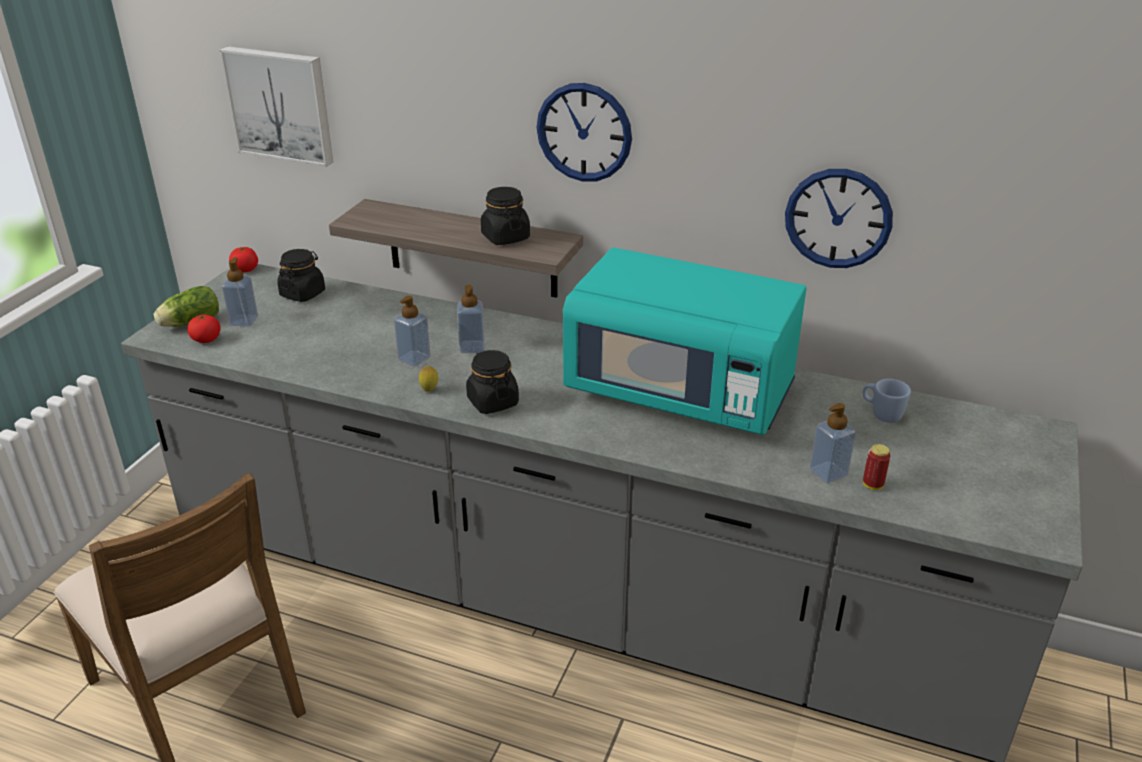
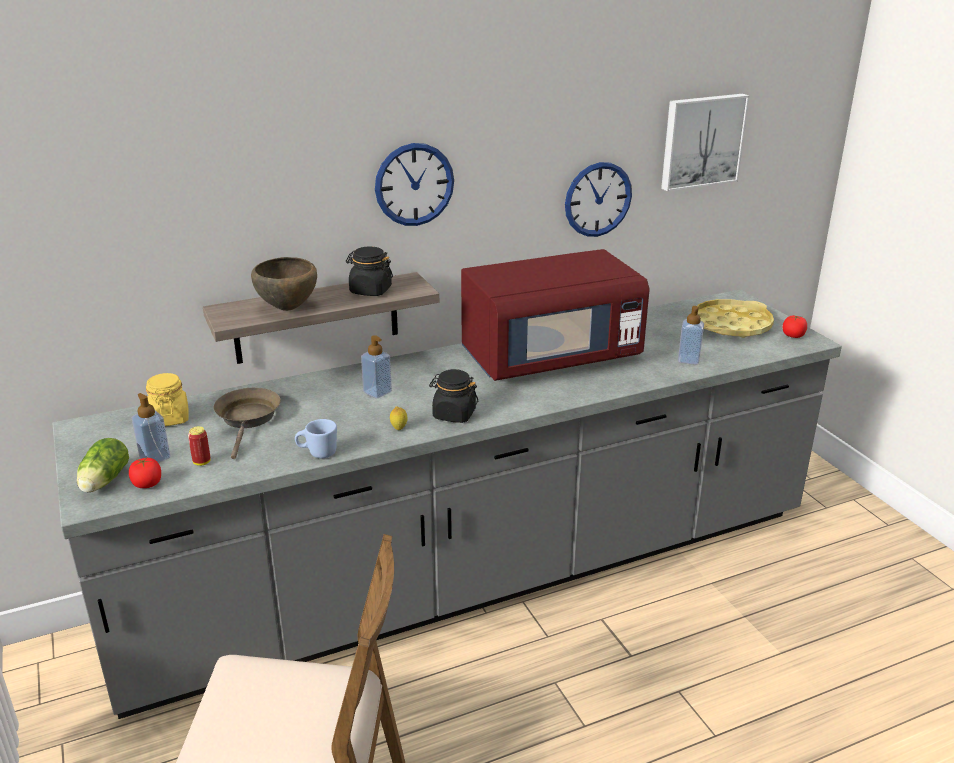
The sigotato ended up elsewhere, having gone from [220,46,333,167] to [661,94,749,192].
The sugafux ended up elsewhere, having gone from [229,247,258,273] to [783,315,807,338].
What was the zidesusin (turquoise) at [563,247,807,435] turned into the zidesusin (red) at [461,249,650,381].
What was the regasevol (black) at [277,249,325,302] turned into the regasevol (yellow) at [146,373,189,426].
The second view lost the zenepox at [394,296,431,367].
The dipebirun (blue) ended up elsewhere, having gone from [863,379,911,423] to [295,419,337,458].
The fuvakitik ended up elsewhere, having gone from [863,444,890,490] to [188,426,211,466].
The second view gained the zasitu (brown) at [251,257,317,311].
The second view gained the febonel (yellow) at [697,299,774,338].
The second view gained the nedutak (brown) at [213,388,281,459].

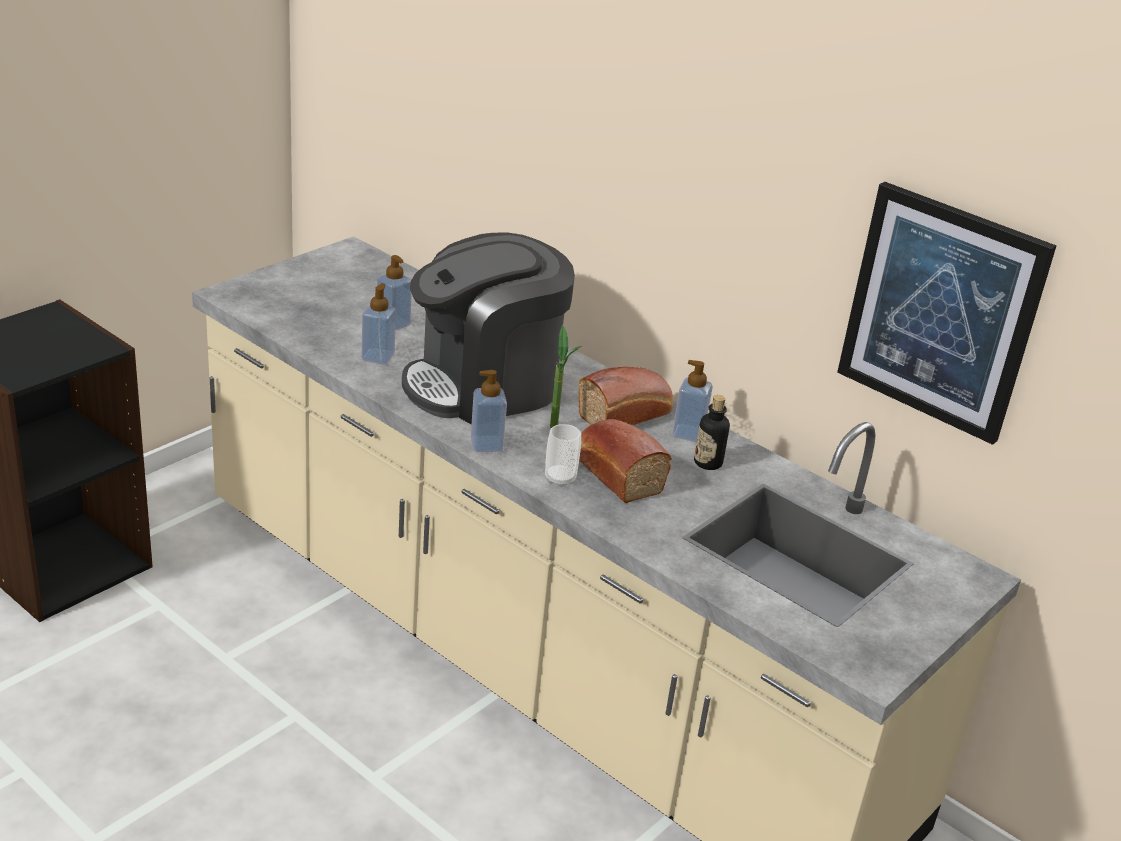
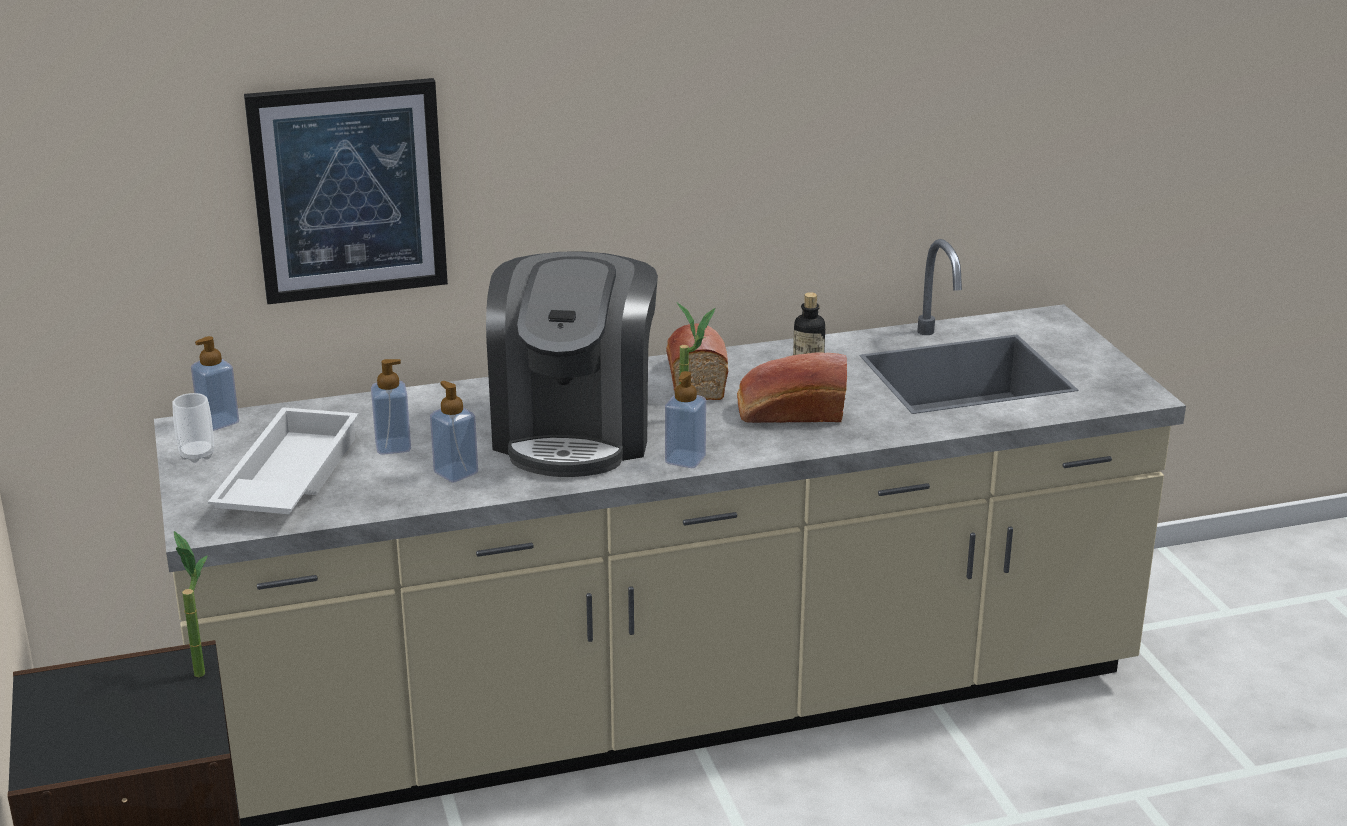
The sigotato ended up elsewhere, having gone from [837,182,1057,445] to [244,78,448,304].
The zenepox ended up elsewhere, having gone from [672,360,713,442] to [191,336,239,431].
The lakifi ended up elsewhere, having gone from [545,424,581,487] to [172,393,214,463].
The second view gained the febonel (white) at [208,407,359,514].
The second view gained the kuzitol at [174,531,208,677].

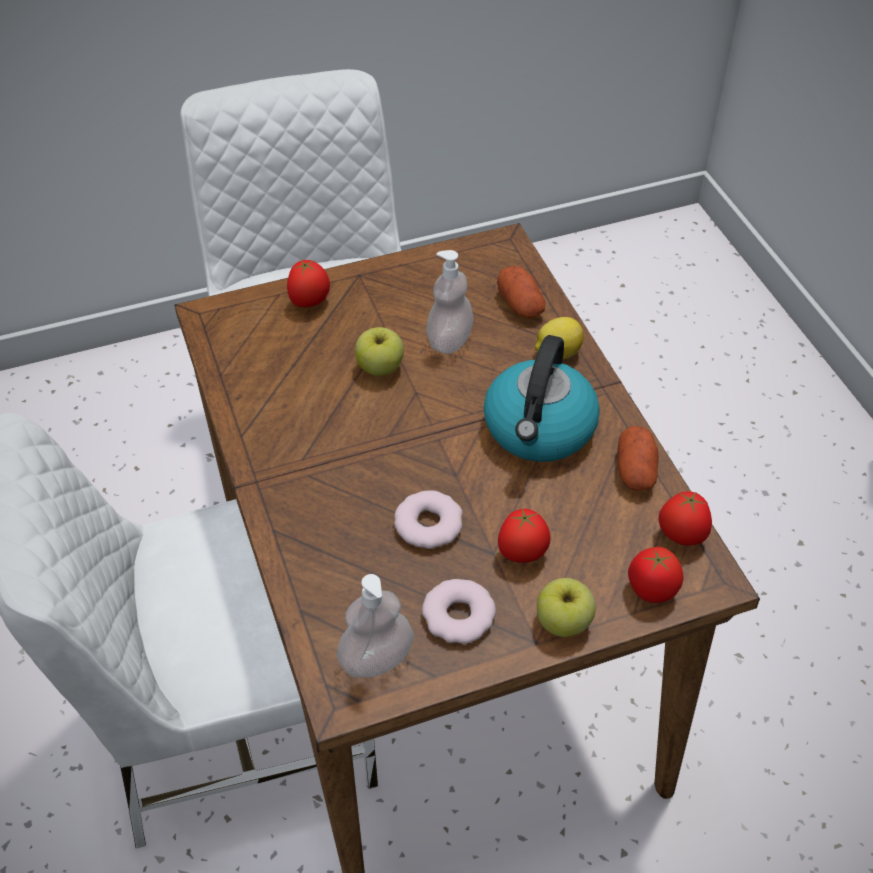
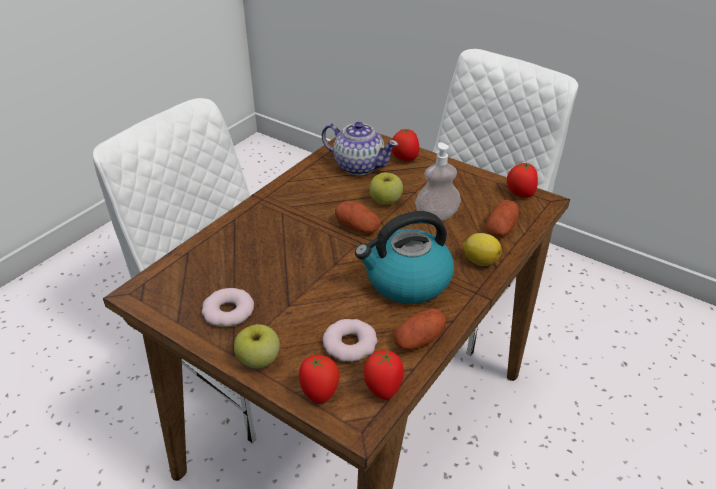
The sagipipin ended up elsewhere, having gone from [394,491,463,549] to [323,319,378,362].
The sugafux ended up elsewhere, having gone from [498,508,550,563] to [507,162,538,198].
The second view lost the zenepox at [336,574,414,678].
The second view gained the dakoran at [322,122,398,175].
The second view gained the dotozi at [335,201,381,233].

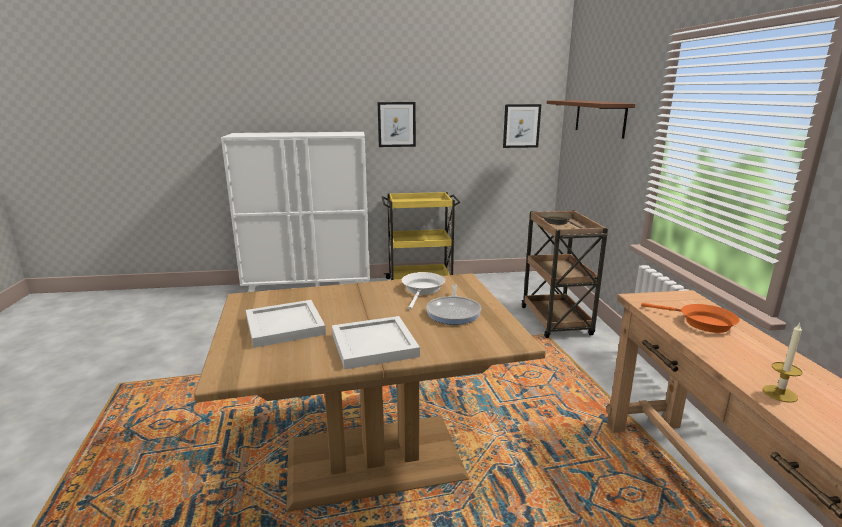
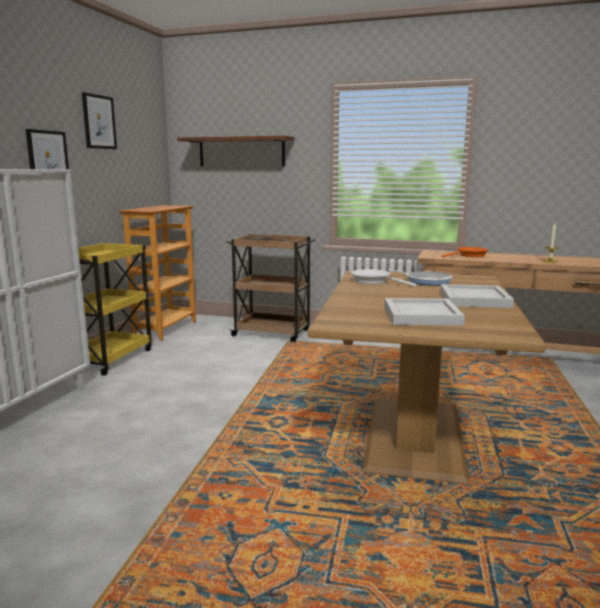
The sigotato ended up elsewhere, having gone from [503,104,541,148] to [82,92,117,149].
The second view gained the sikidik at [119,205,196,341].

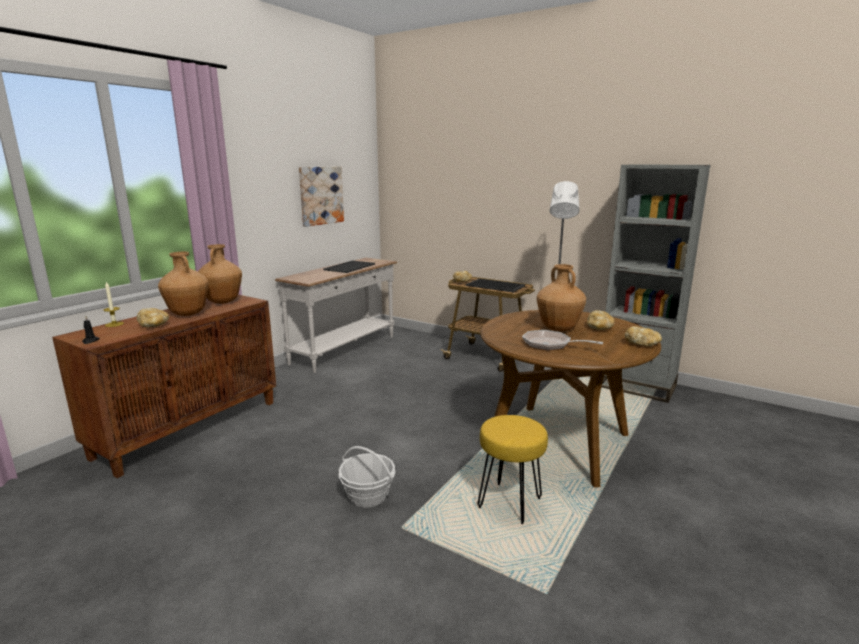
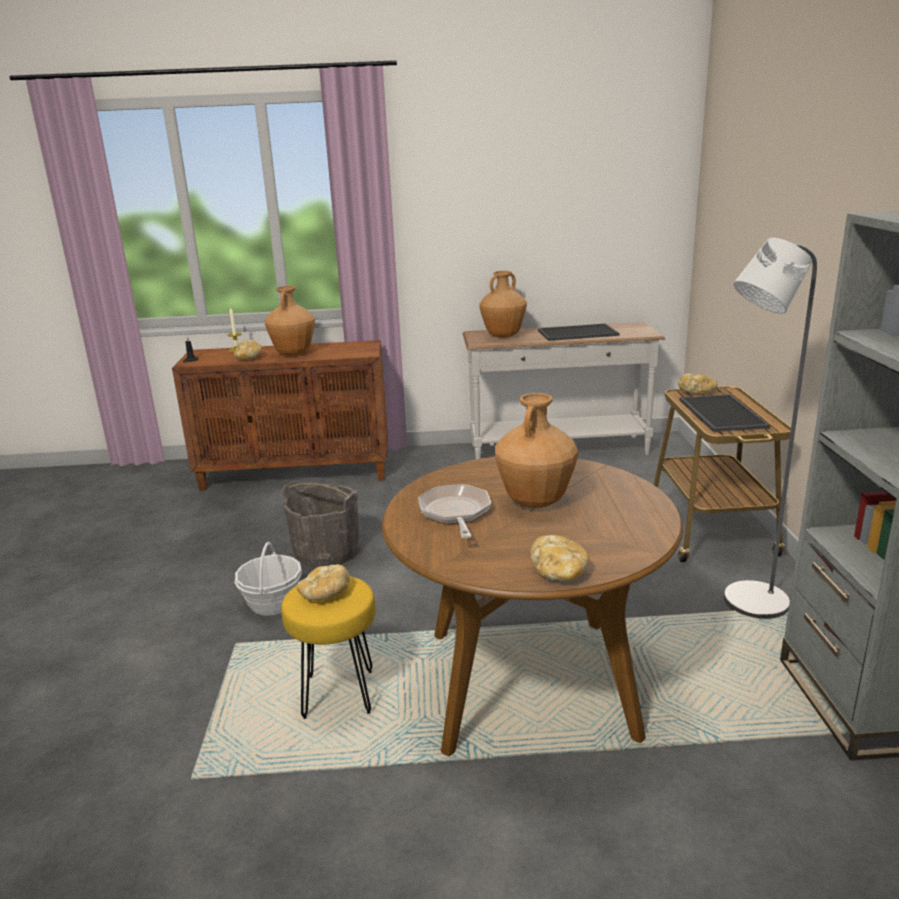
The second view lost the sigotato at [299,167,344,227].
The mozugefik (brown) ended up elsewhere, having gone from [198,244,242,304] to [479,271,527,338].
The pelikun ended up elsewhere, having gone from [587,310,615,330] to [297,564,350,601].
The second view gained the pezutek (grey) at [281,481,359,568].

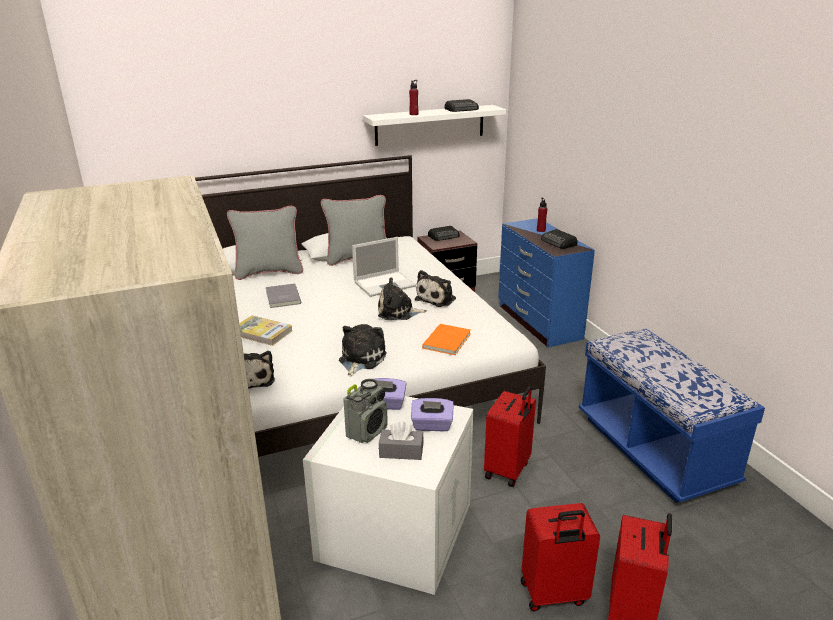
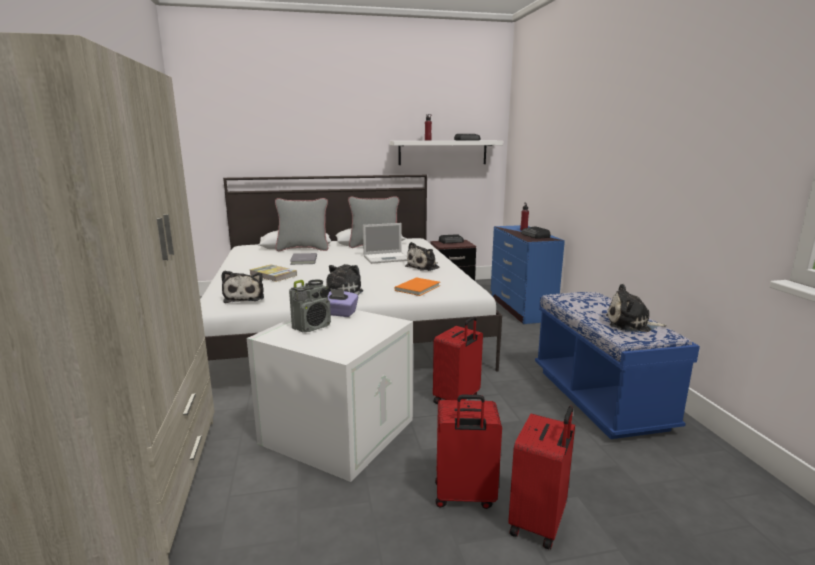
The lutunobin ended up elsewhere, having gone from [378,277,427,320] to [606,284,666,332].
The second view lost the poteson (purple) at [411,398,454,431].
The second view lost the poteson (grey) at [379,421,424,460].

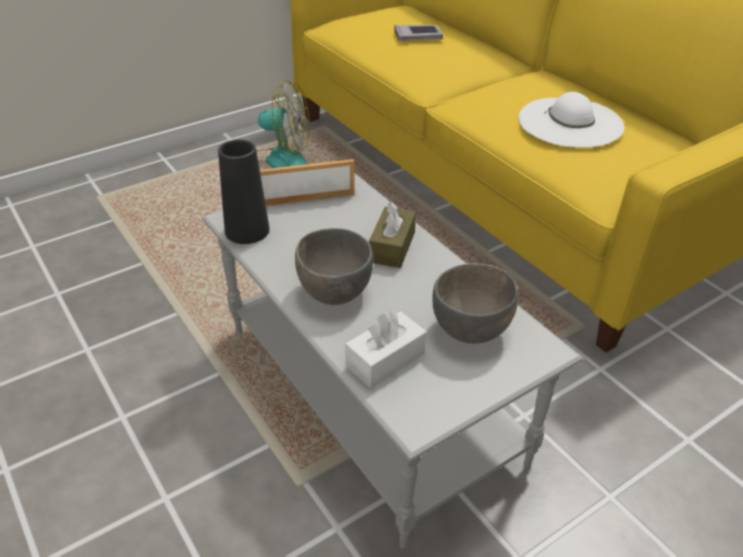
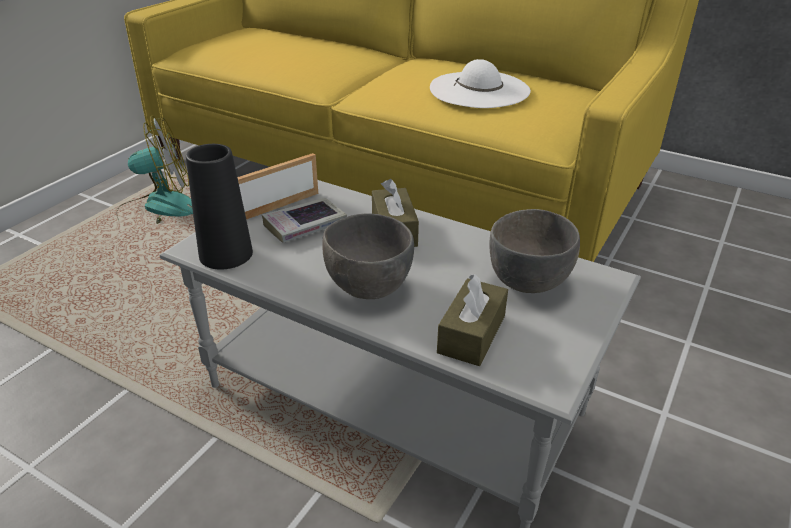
The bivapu ended up elsewhere, having gone from [394,25,443,41] to [262,198,347,243].
What was the poteson (white) at [345,310,427,388] turned into the poteson (brown) at [437,274,508,366].

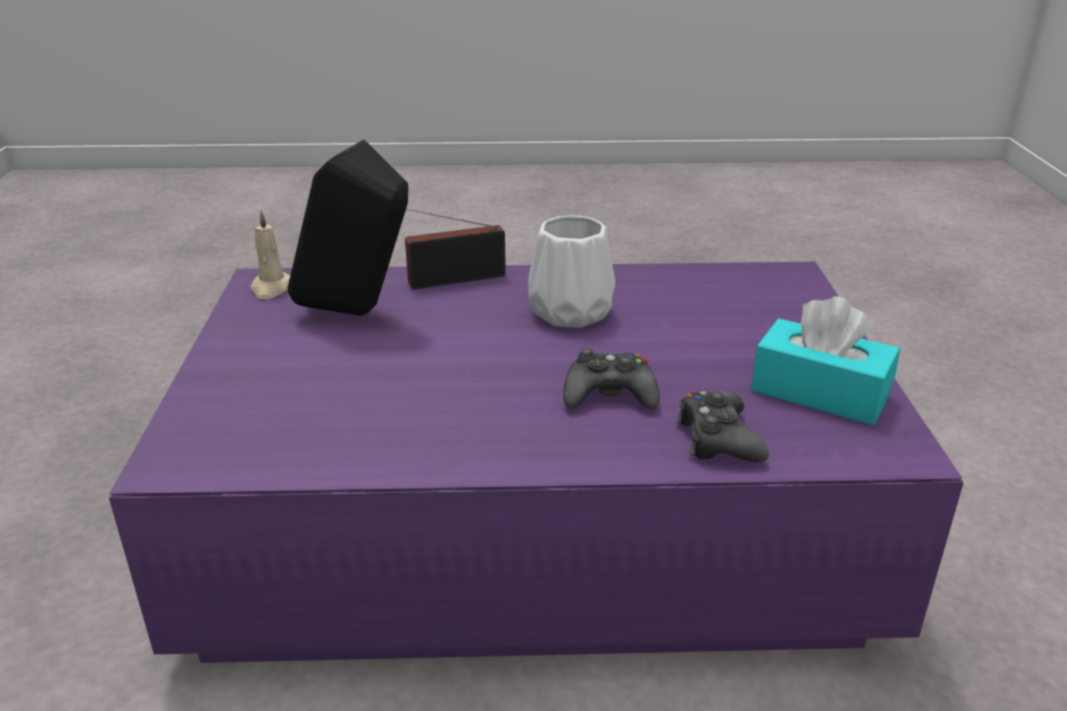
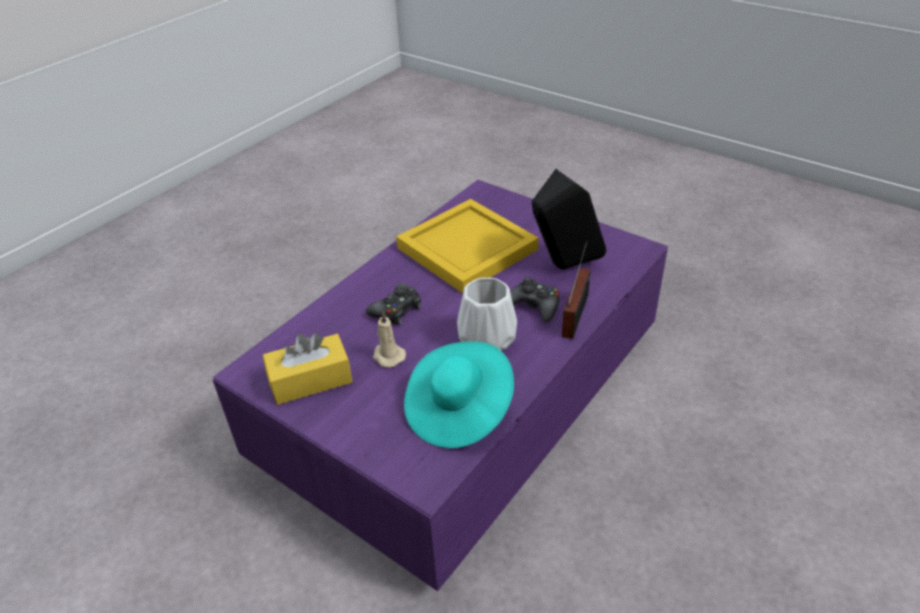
The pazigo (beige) ended up elsewhere, having gone from [250,211,290,299] to [373,312,406,368].
What was the poteson (turquoise) at [751,296,900,425] turned into the poteson (yellow) at [263,333,353,405].
The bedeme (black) ended up elsewhere, having gone from [676,391,769,462] to [510,277,560,322].
The second view gained the febonel (yellow) at [396,199,539,293].
The second view gained the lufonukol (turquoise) at [404,341,514,448].

